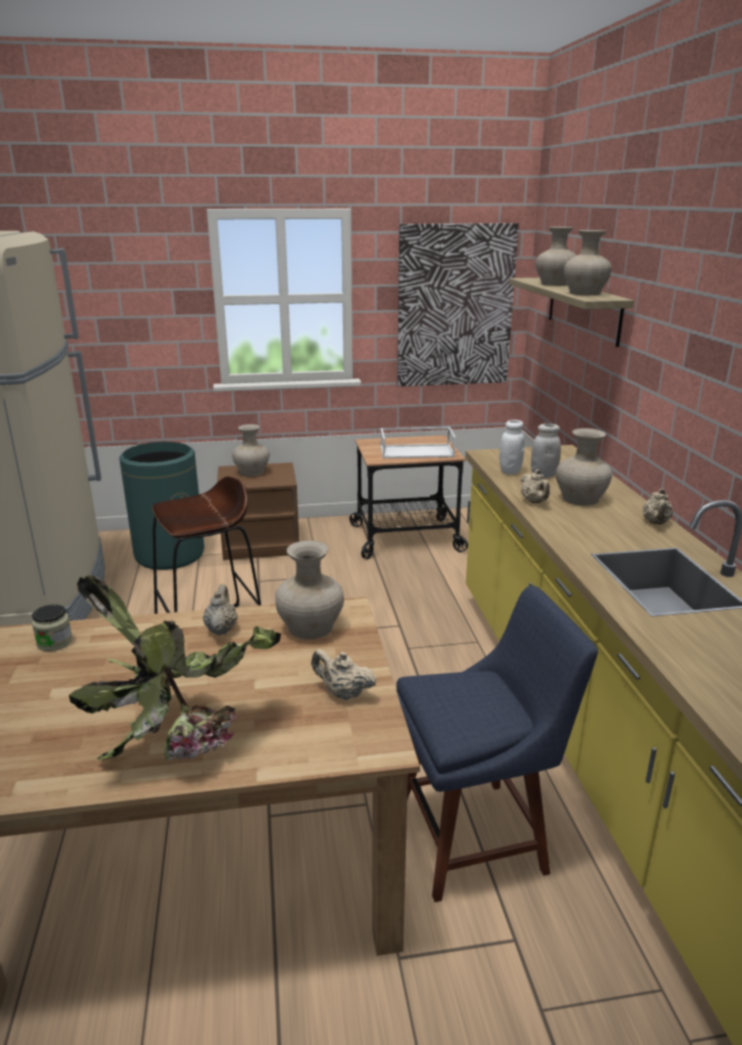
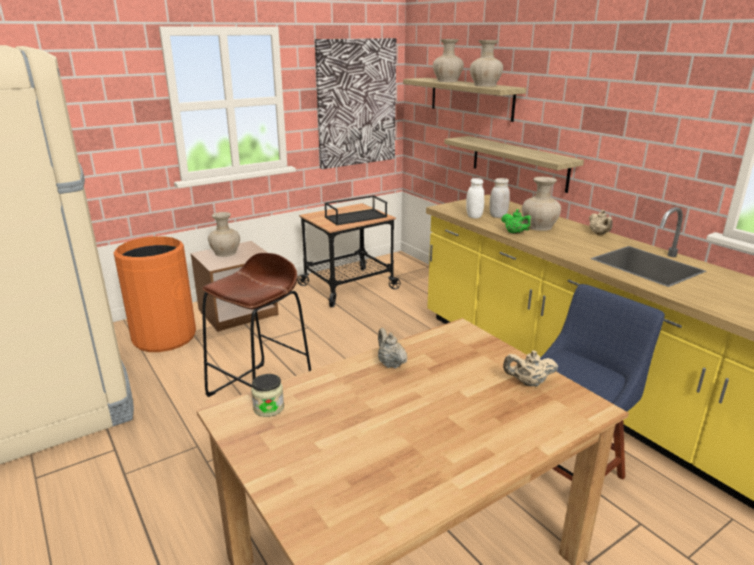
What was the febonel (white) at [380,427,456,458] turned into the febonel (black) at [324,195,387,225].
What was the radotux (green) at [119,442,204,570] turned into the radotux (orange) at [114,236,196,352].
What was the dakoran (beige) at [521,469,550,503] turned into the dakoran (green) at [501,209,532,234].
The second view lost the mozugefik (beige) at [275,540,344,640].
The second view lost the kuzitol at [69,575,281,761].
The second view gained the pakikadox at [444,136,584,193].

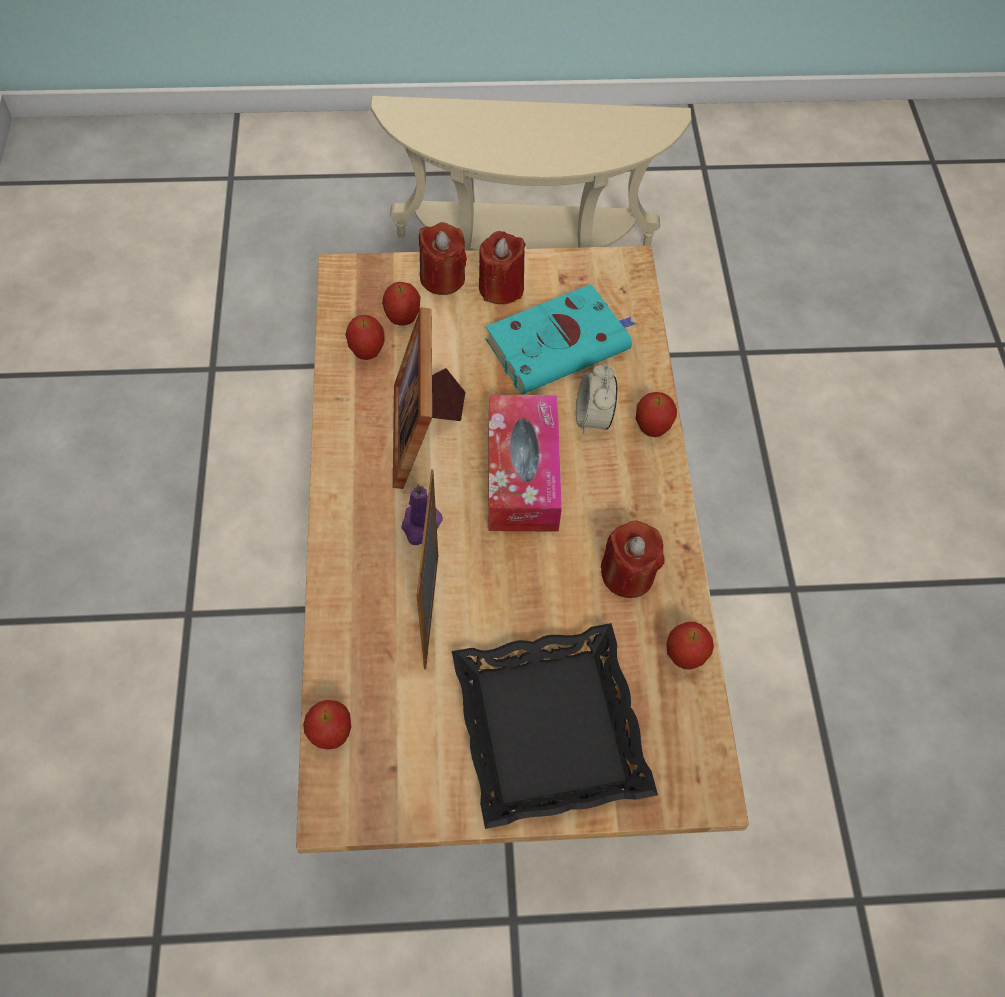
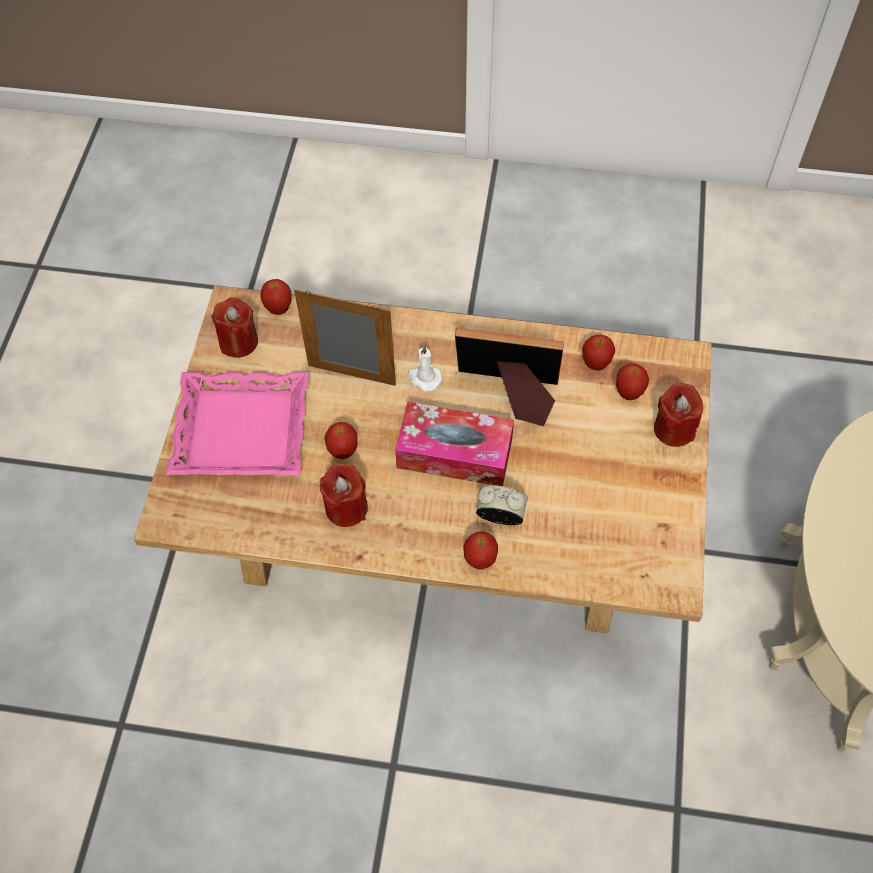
The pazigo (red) ended up elsewhere, having gone from [479,231,526,304] to [212,297,258,358].
The second view lost the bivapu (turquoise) at [486,284,636,394].
What was the pazigo (purple) at [402,484,443,545] turned into the pazigo (white) at [408,345,442,392].
The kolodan ended up elsewhere, having gone from [666,622,714,669] to [324,422,358,459].
What was the febonel (black) at [452,623,658,829] turned into the febonel (pink) at [166,372,309,475].

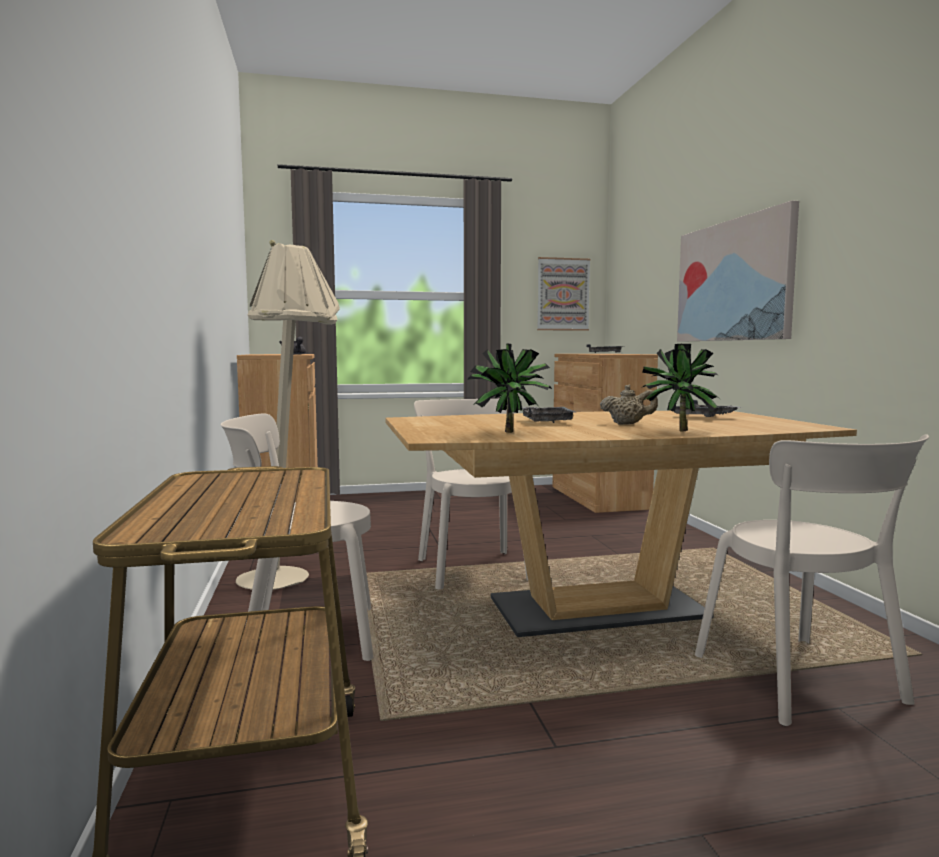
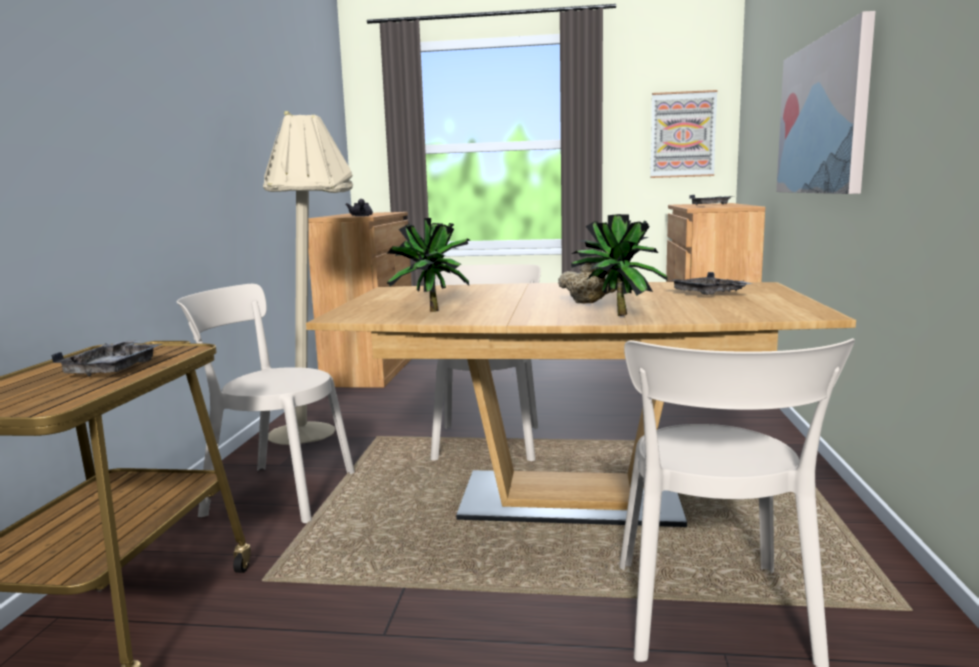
The febonel (grey) ended up elsewhere, having gone from [522,407,576,423] to [51,340,162,377].

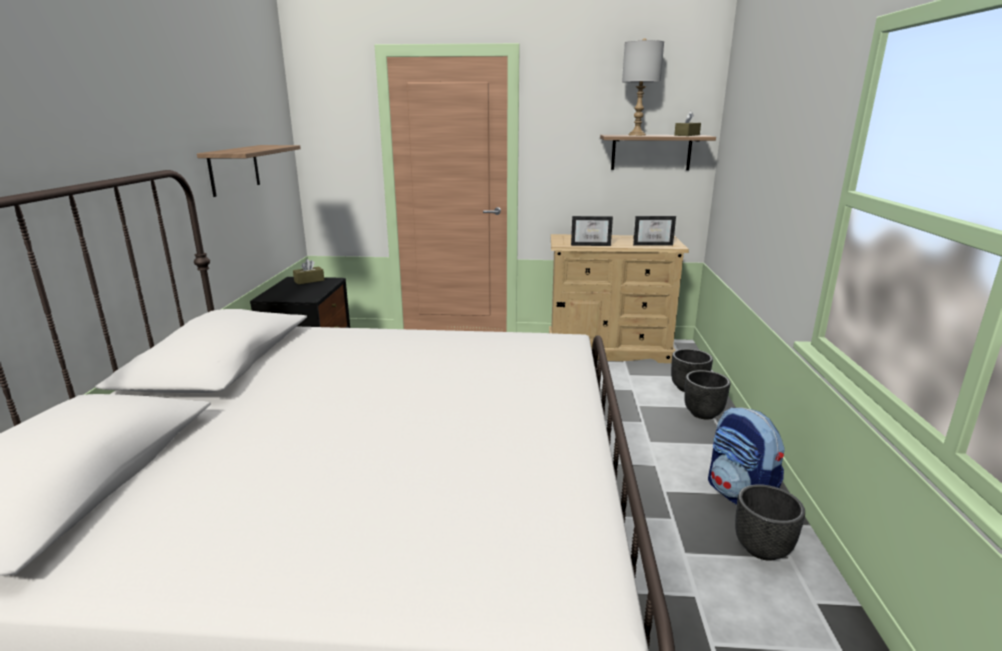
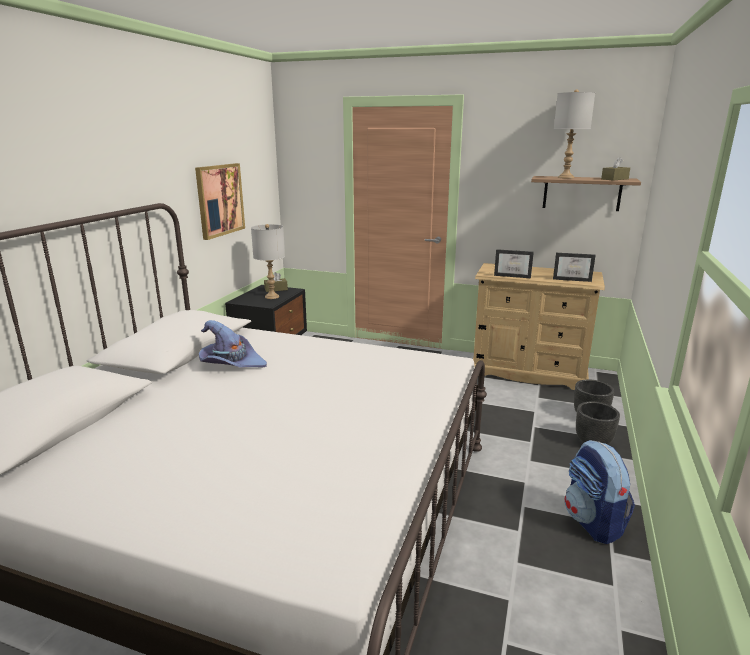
Where the pakikadox hung at [197,145,301,197], the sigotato came to hang at [195,163,245,240].
The second view lost the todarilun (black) at [735,484,805,561].
The second view gained the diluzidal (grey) at [251,224,285,299].
The second view gained the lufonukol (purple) at [199,320,267,368].

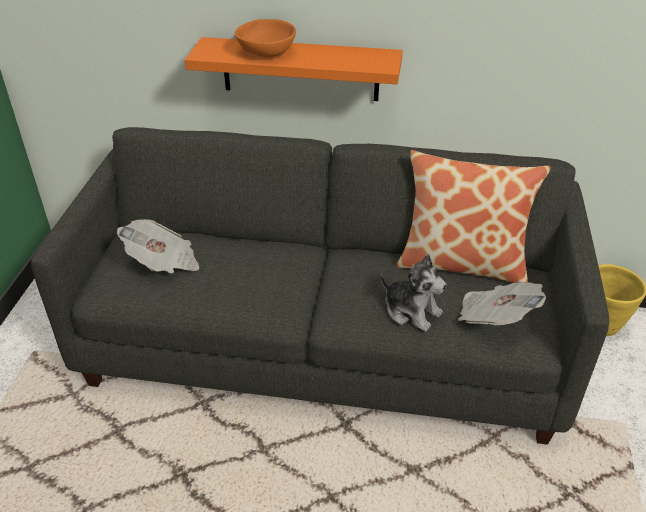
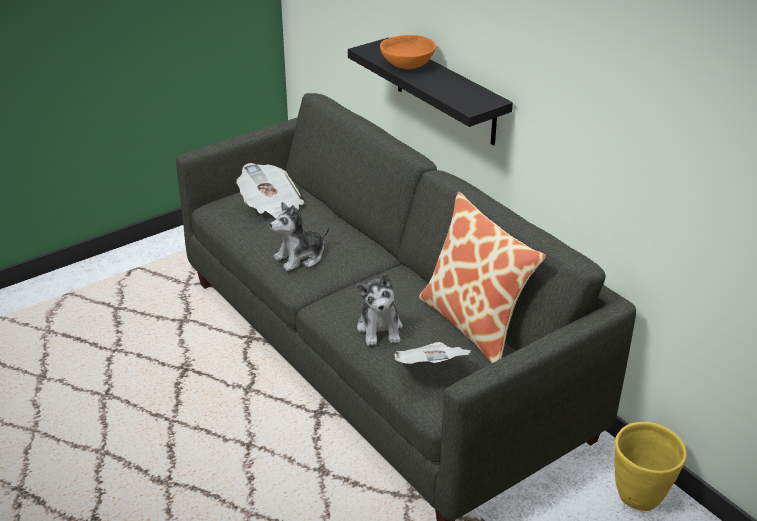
What was the pakikadox (orange) at [185,37,403,101] turned into the pakikadox (black) at [348,38,513,146].
The second view gained the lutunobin at [270,202,330,271].

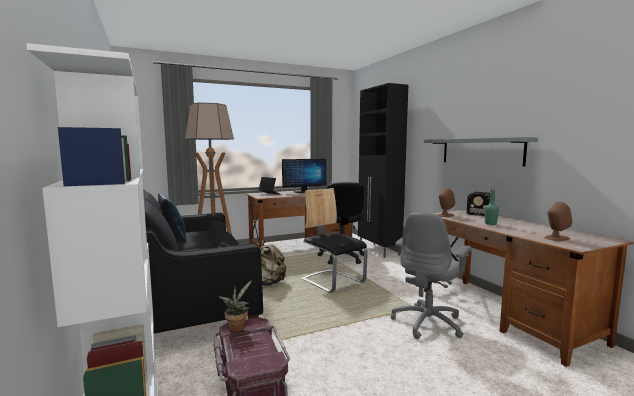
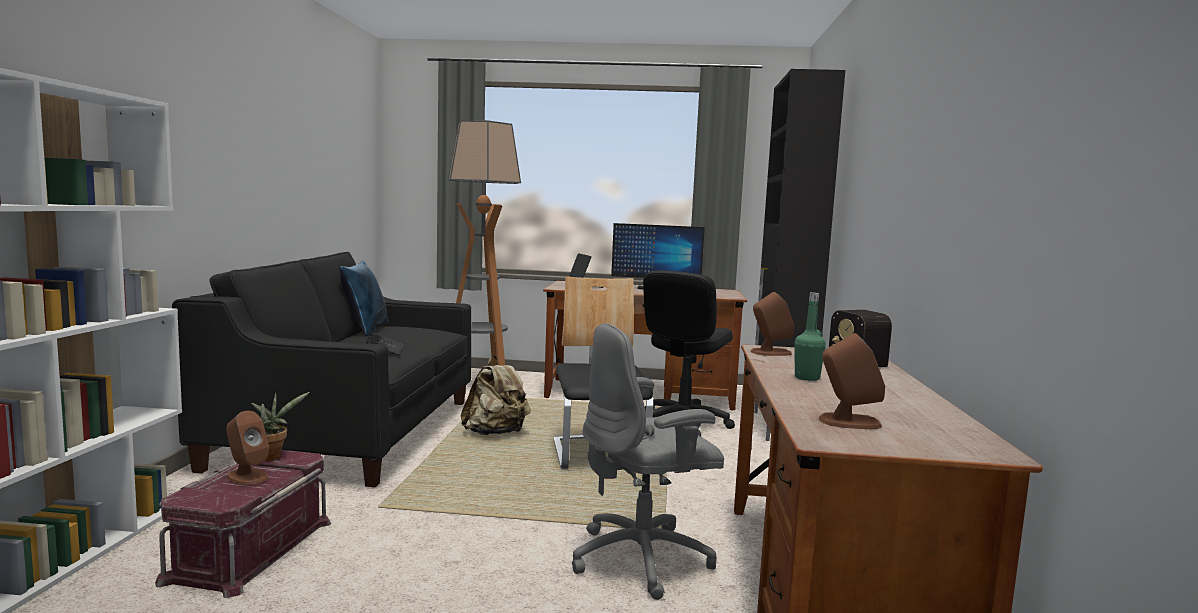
The second view lost the pakikadox (grey) at [424,137,538,166].
The second view gained the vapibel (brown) at [226,411,269,485].

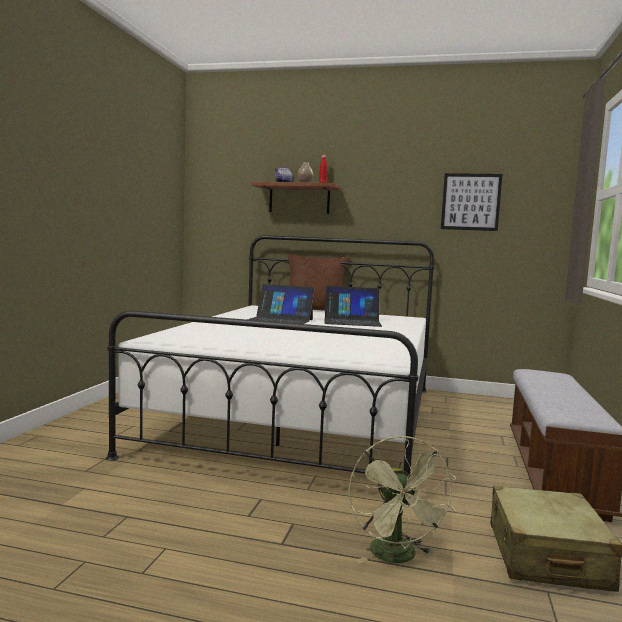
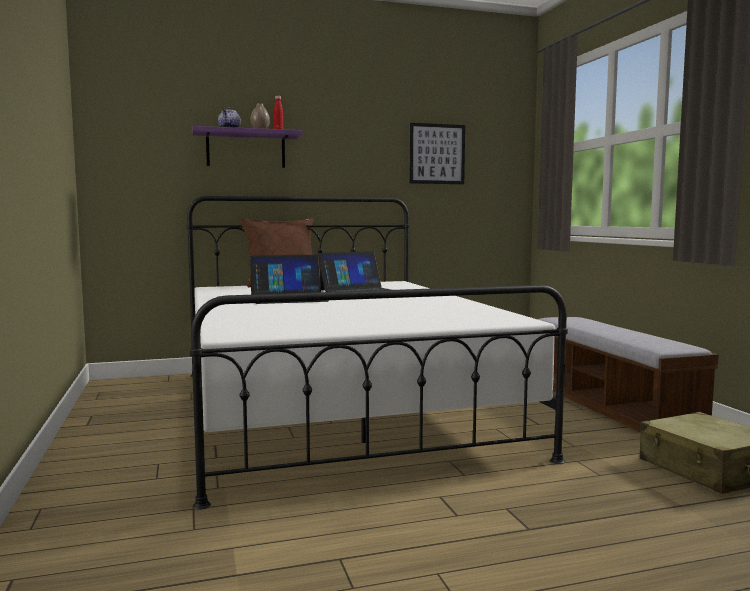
What was the pakikadox (brown) at [252,182,341,214] turned into the pakikadox (purple) at [192,126,302,168].
The second view lost the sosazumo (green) at [349,435,456,563].

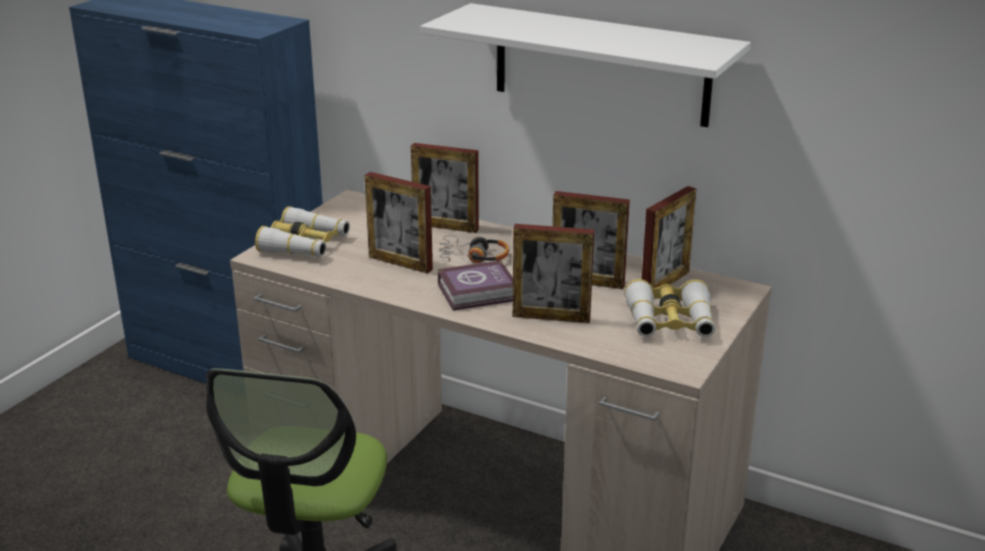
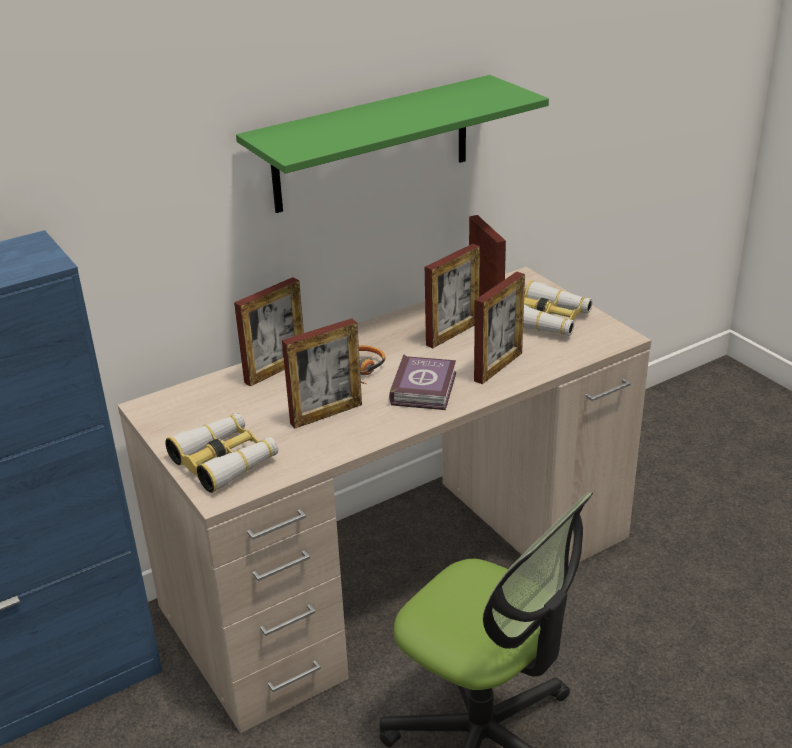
What was the pakikadox (white) at [420,3,751,127] turned into the pakikadox (green) at [236,75,549,213].

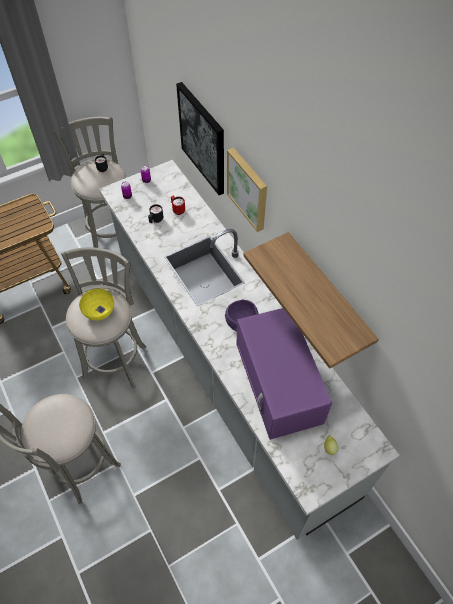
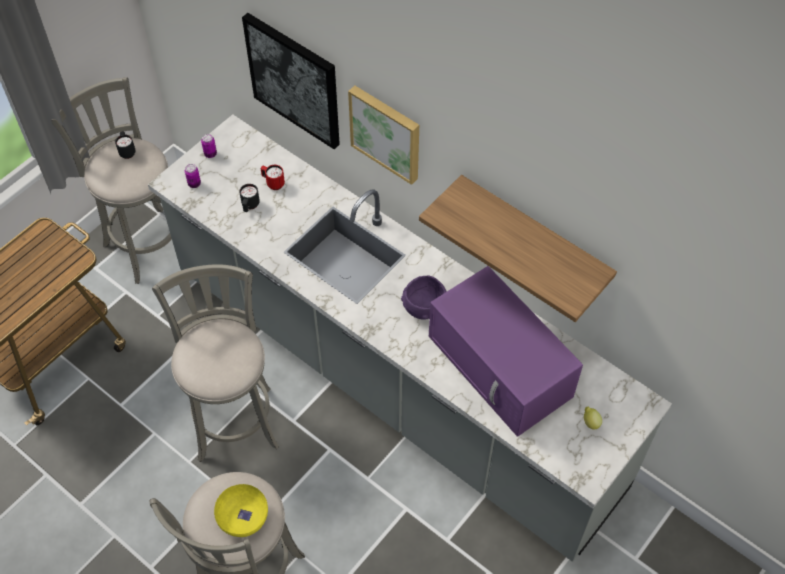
The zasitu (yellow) ended up elsewhere, having gone from [79,289,114,321] to [214,484,268,537].

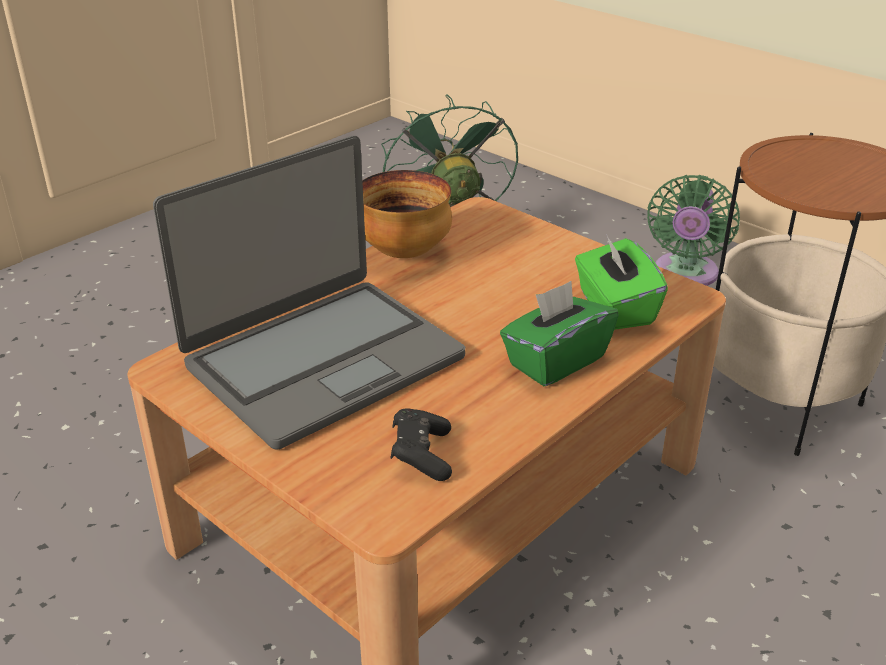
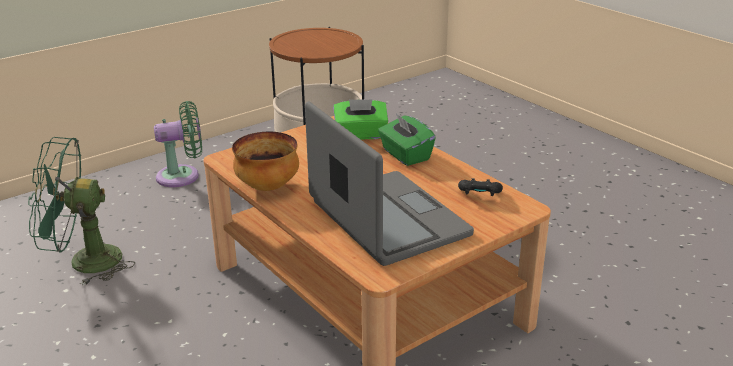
The sosazumo (green) at [647,175,740,286] ended up facing another way, 45 degrees counterclockwise from before.

